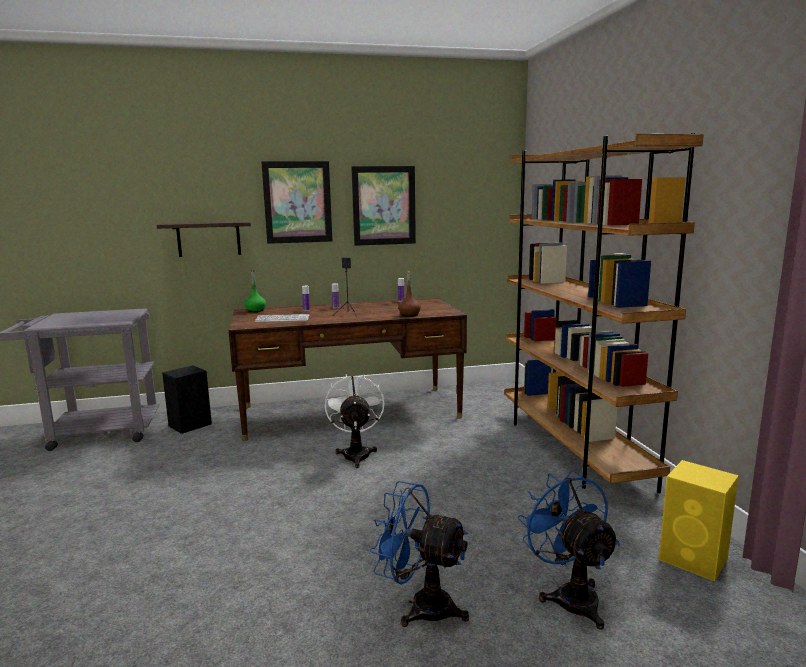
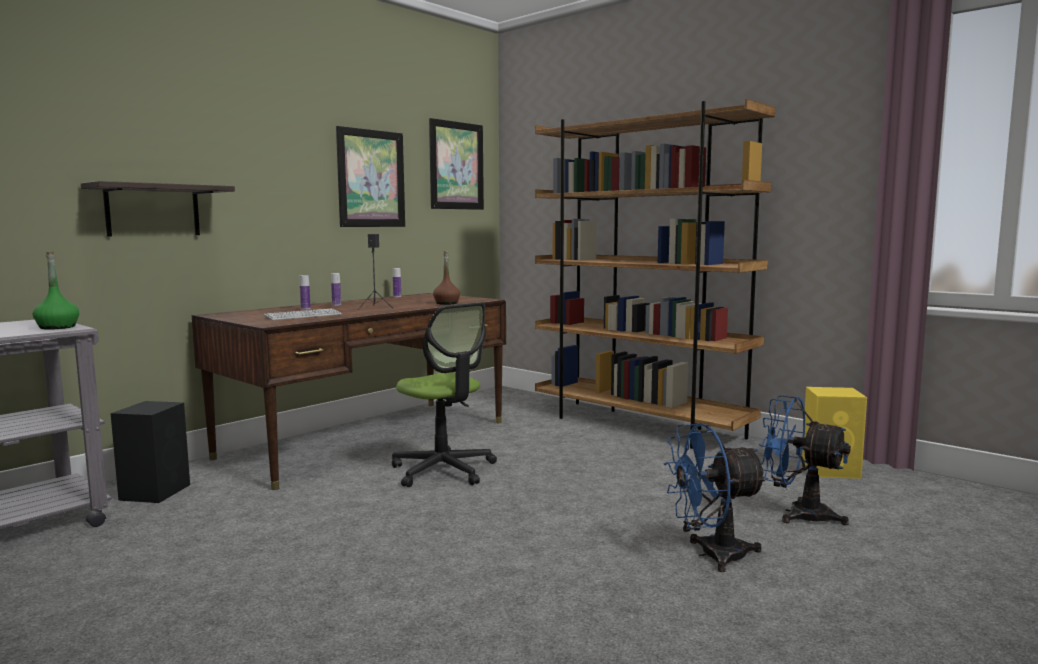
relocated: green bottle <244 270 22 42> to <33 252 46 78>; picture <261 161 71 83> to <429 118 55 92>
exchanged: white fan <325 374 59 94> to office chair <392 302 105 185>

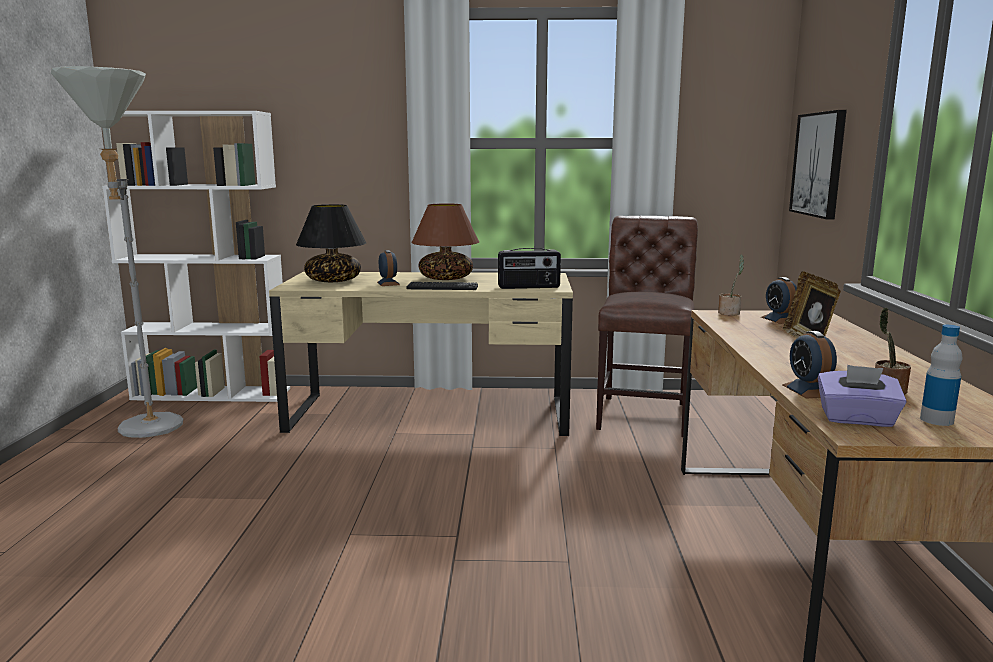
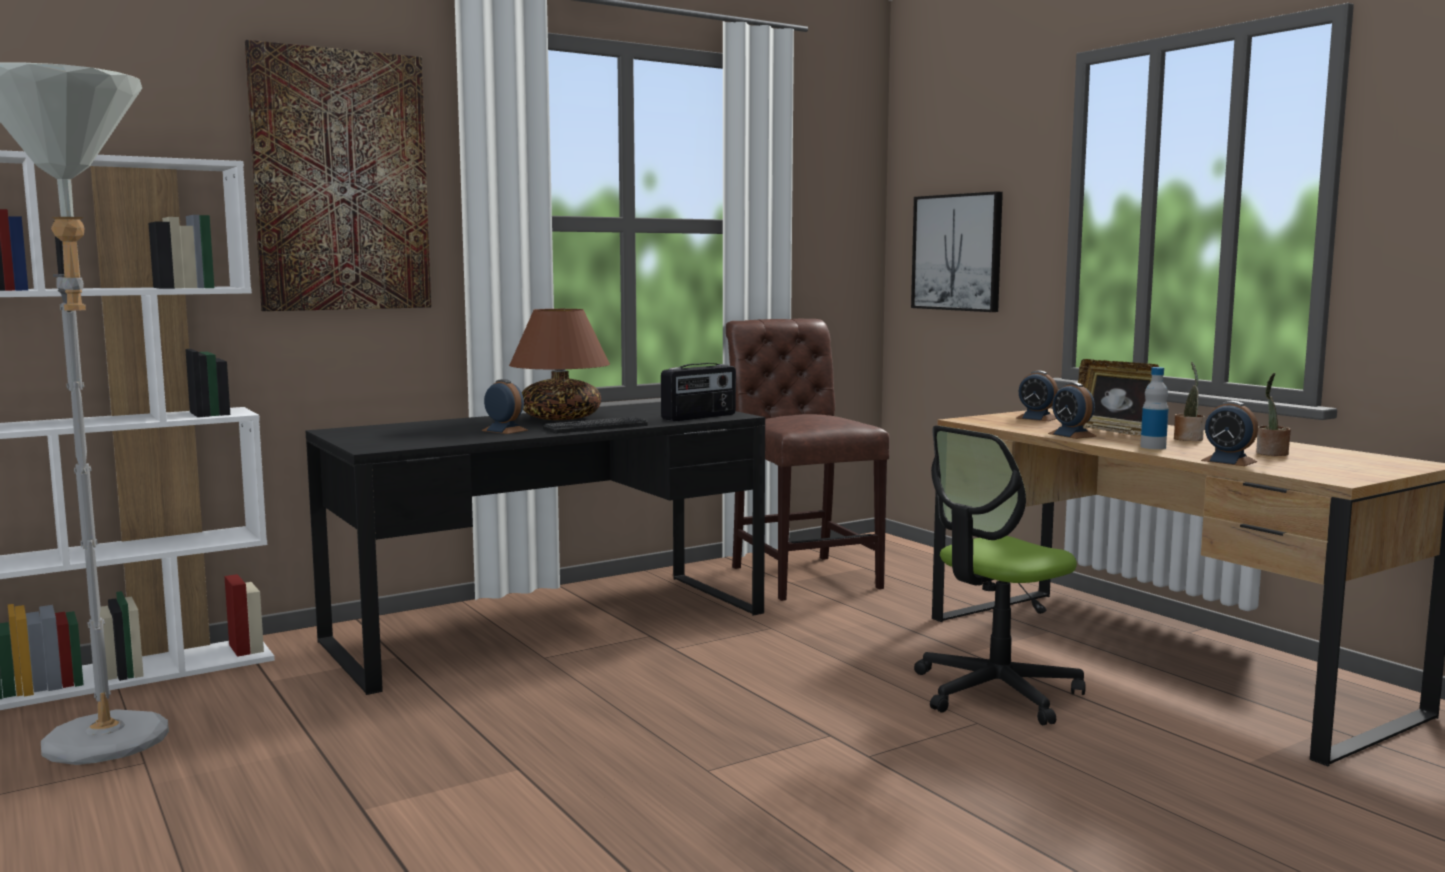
missing: black table lamp <296 204 71 78>; purple tissue box <818 365 89 62>
appeared: picture <245 40 186 271>; office chair <914 426 172 299>; alarm clock <1048 382 49 57>
relocated: bottle <920 325 43 101> to <1140 367 29 82>; potted plant <718 254 26 61> to <1174 362 31 79>
colour: beige desk <269 272 304 164> to black desk <305 403 460 292>

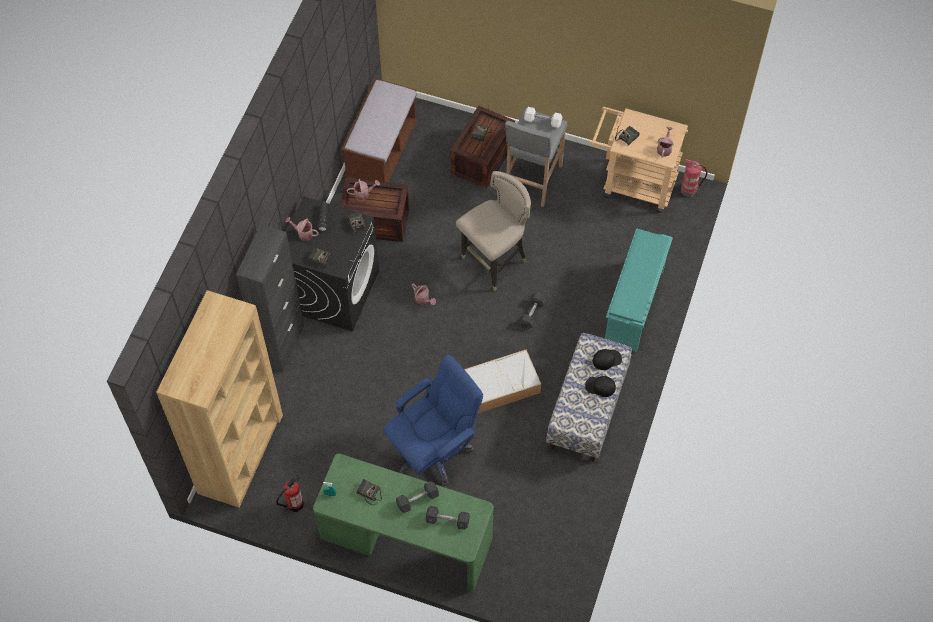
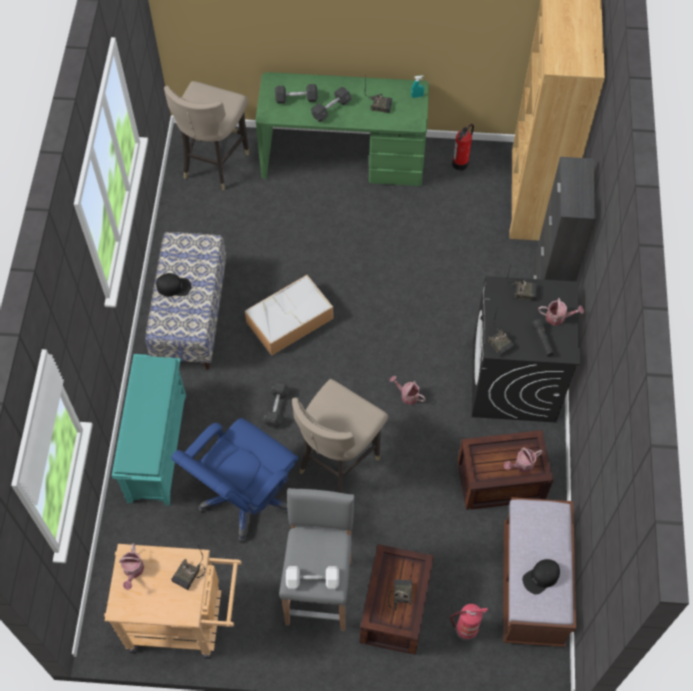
appeared: beige stool <164 81 85 109>
relocated: blue office chair <383 355 100 131> to <171 418 127 124>; fire extinguisher <681 159 26 38> to <450 604 38 37>; black cap <593 349 29 21> to <522 559 38 36>

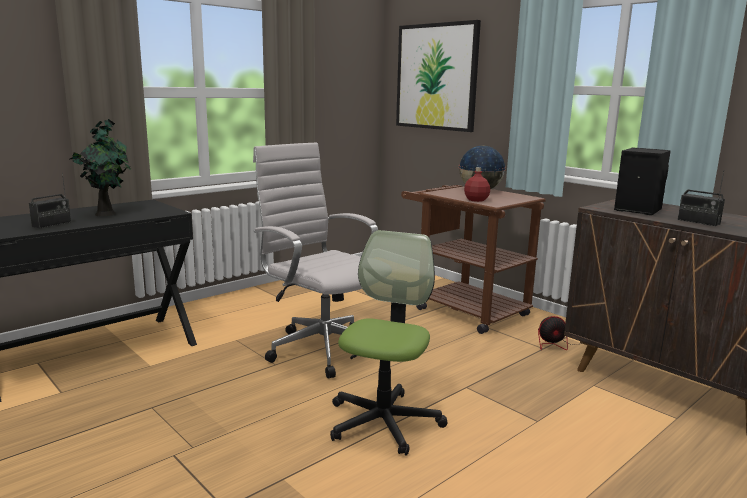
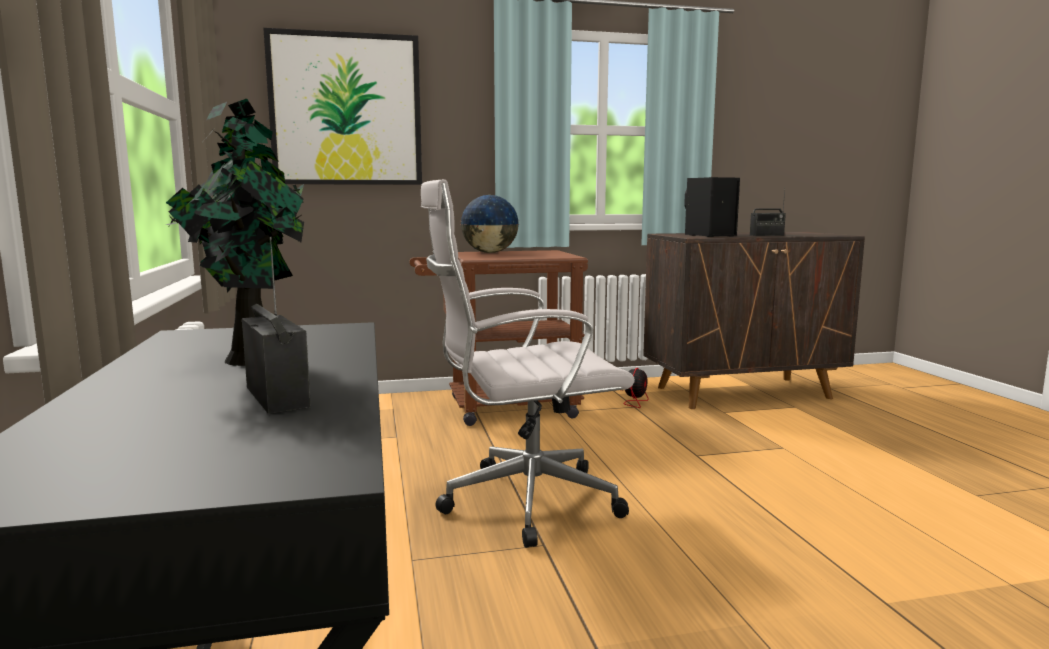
missing: office chair <330 230 118 226>; red bottle <464 167 26 35>

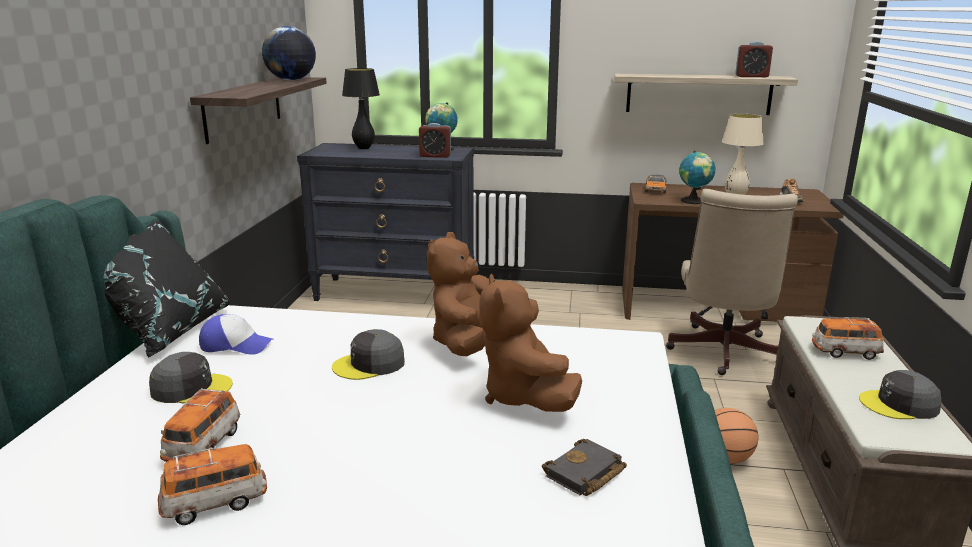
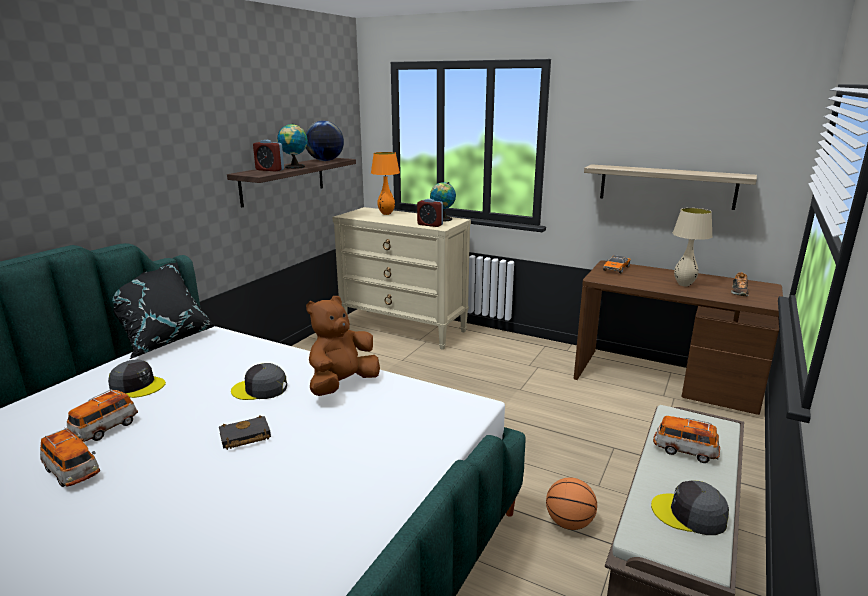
missing: cap <199 314 74 41>; brown plush toy <479 274 103 138>; beige office chair <666 189 132 186>
relocated: black book <542 439 85 57> to <219 415 52 35>; alarm clock <735 42 38 35> to <253 140 31 32>; globe <679 151 36 53> to <277 123 31 46>
colour: black dresser <297 143 177 158> to beige dresser <332 207 139 143>; black table lamp <342 68 38 81> to orange table lamp <371 152 29 63>
spun: toy car <158 444 109 81> = <40 428 60 59> 45 degrees clockwise

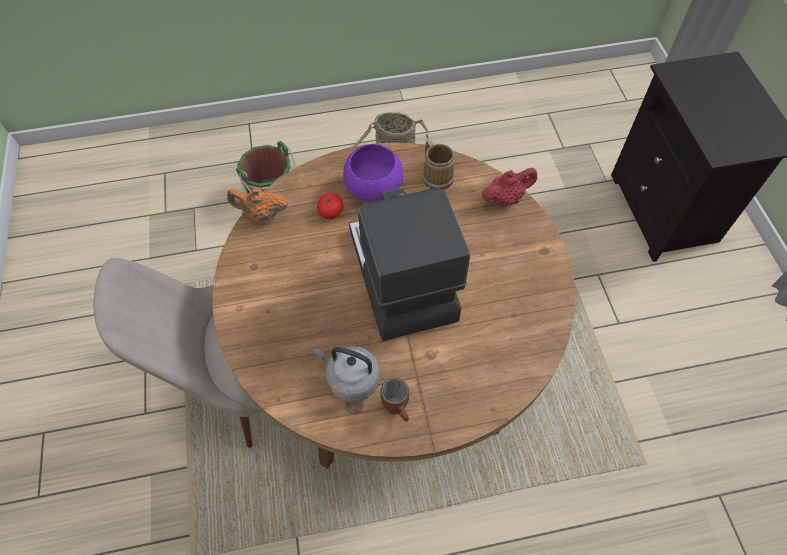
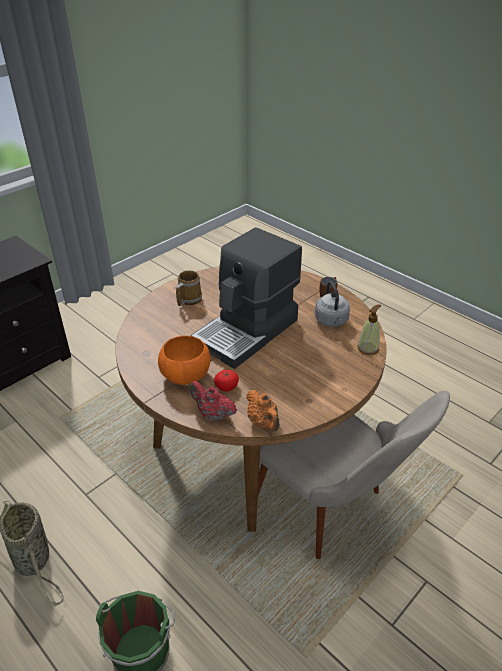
appeared: soap dispenser <358 304 24 51>
relocated: mug <422 138 33 52> to <176 270 26 36>; red teapot <482 168 55 38> to <190 381 47 40>
colour: purple bowl <343 144 60 59> to orange bowl <158 336 52 49>

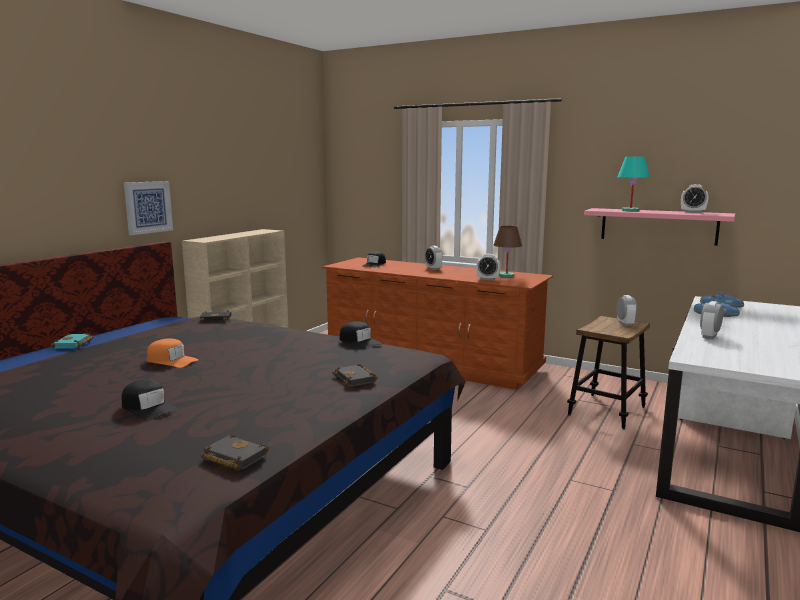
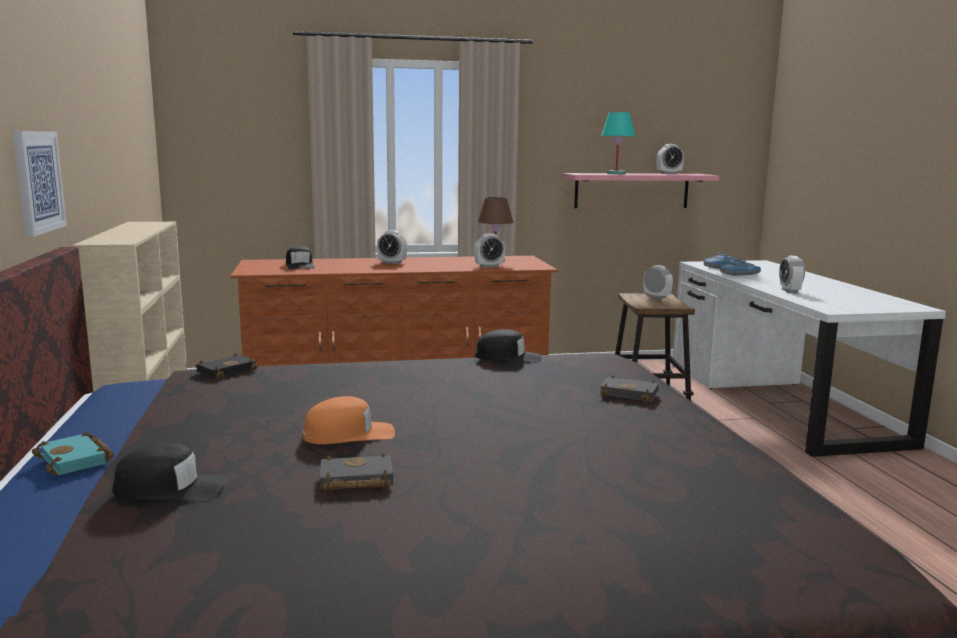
relocated: black cap <121 379 58 41> to <112 443 116 59>; black book <201 434 68 37> to <320 453 73 39>

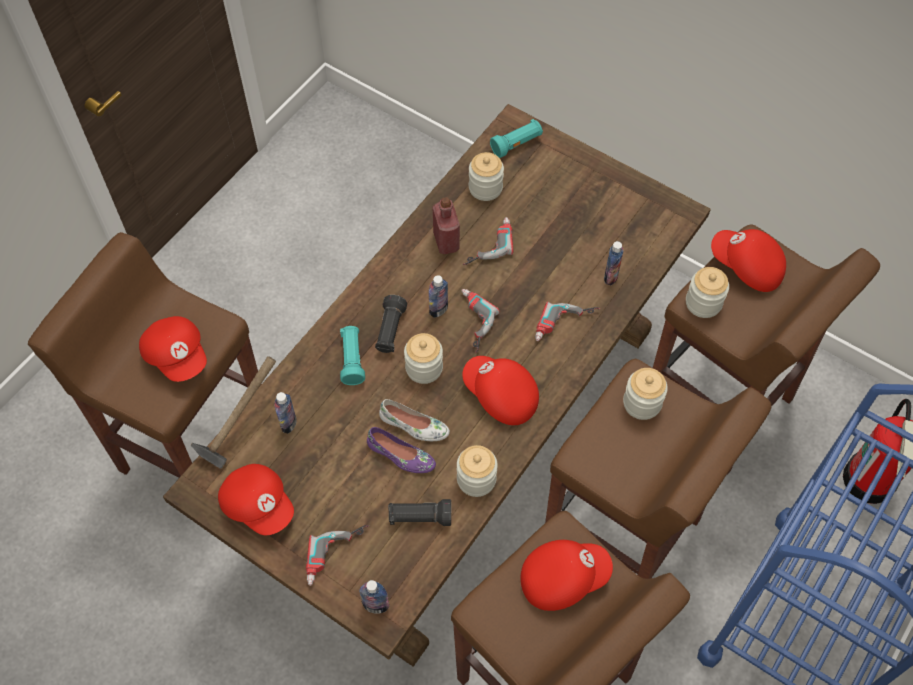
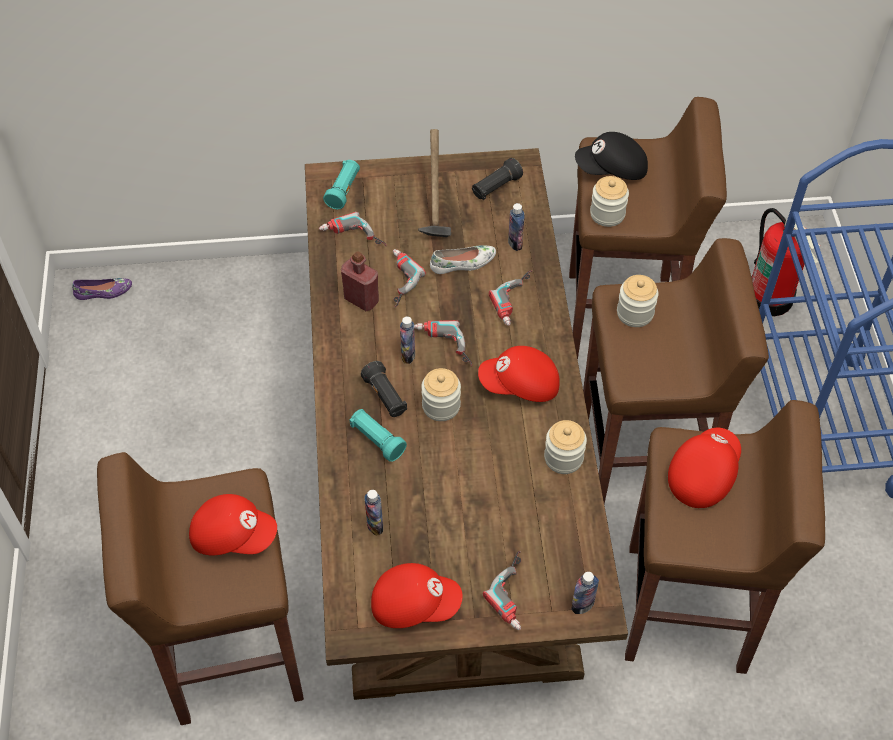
relocated: purple shoe <367 427 69 46> to <72 278 60 22>; hammer <191 356 85 113> to <418 129 33 108>; white shoe <379 399 71 42> to <430 245 66 29>; black flashlight <388 499 63 27> to <472 158 51 42>
exchanged: jar <469 152 35 49> to power drill <319 212 67 34>
colour: red cap <711 229 75 63> to black cap <575 132 73 48>

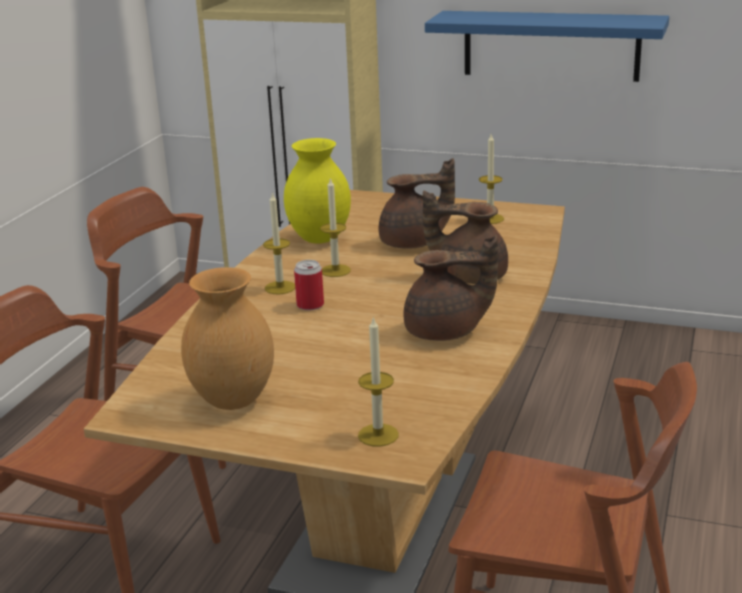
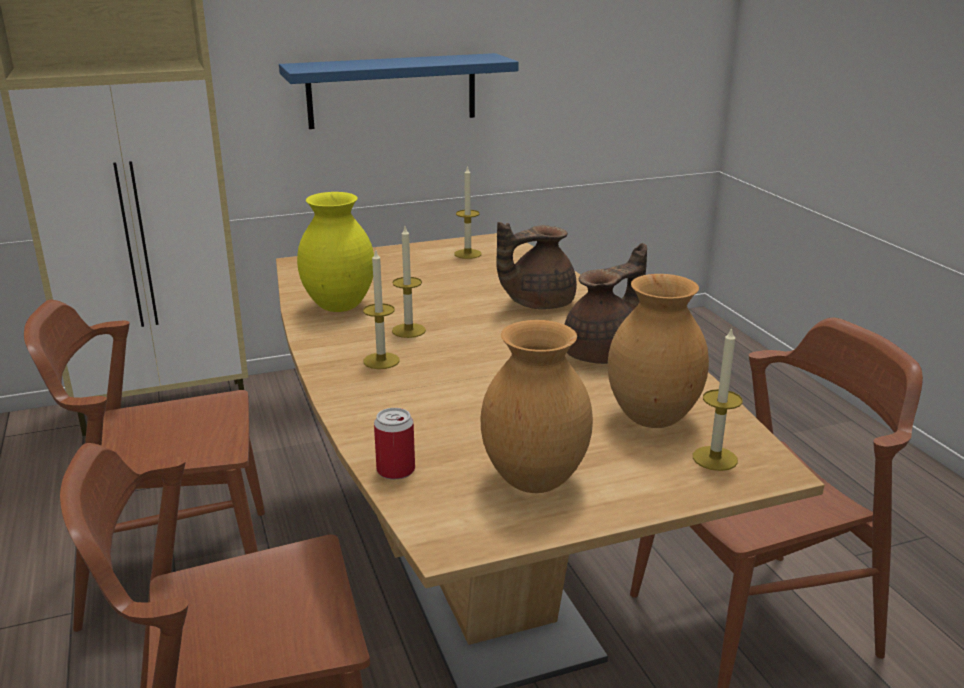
missing: brown teapot <379 158 76 91>
appeared: brown vase <608 274 101 154>
relocated: can <294 260 30 51> to <374 408 41 71>

